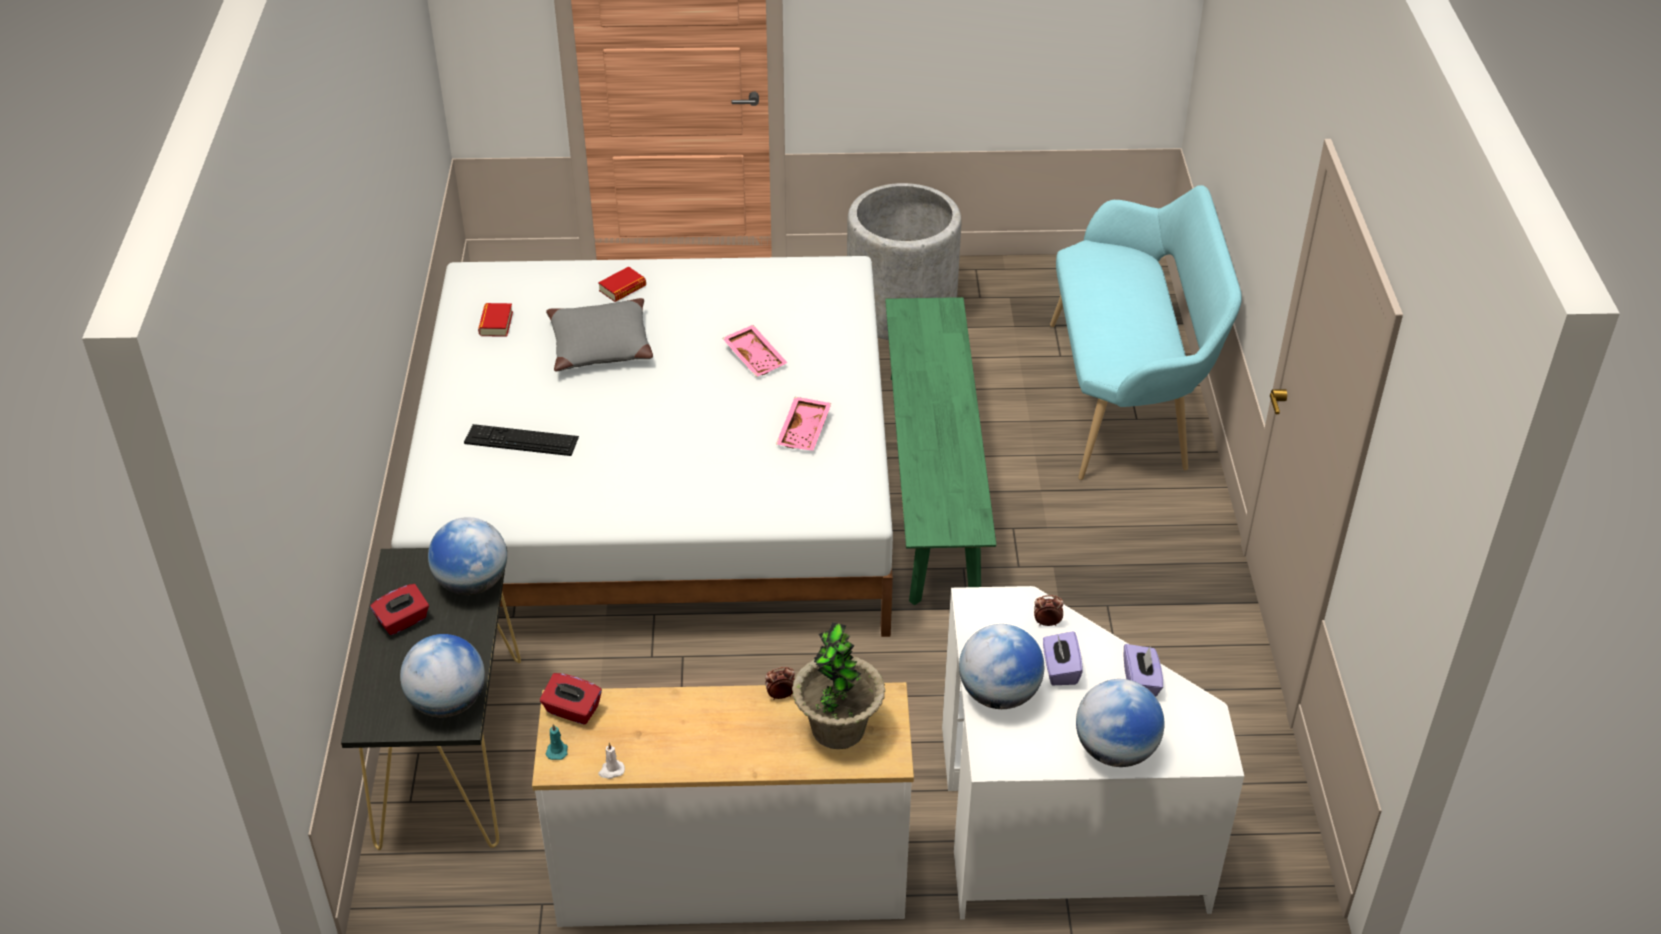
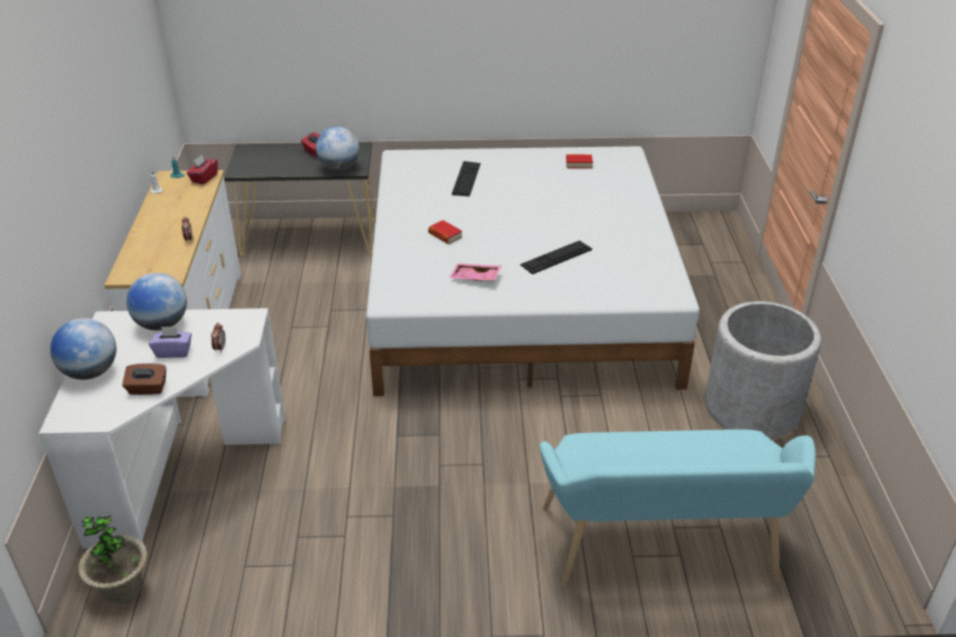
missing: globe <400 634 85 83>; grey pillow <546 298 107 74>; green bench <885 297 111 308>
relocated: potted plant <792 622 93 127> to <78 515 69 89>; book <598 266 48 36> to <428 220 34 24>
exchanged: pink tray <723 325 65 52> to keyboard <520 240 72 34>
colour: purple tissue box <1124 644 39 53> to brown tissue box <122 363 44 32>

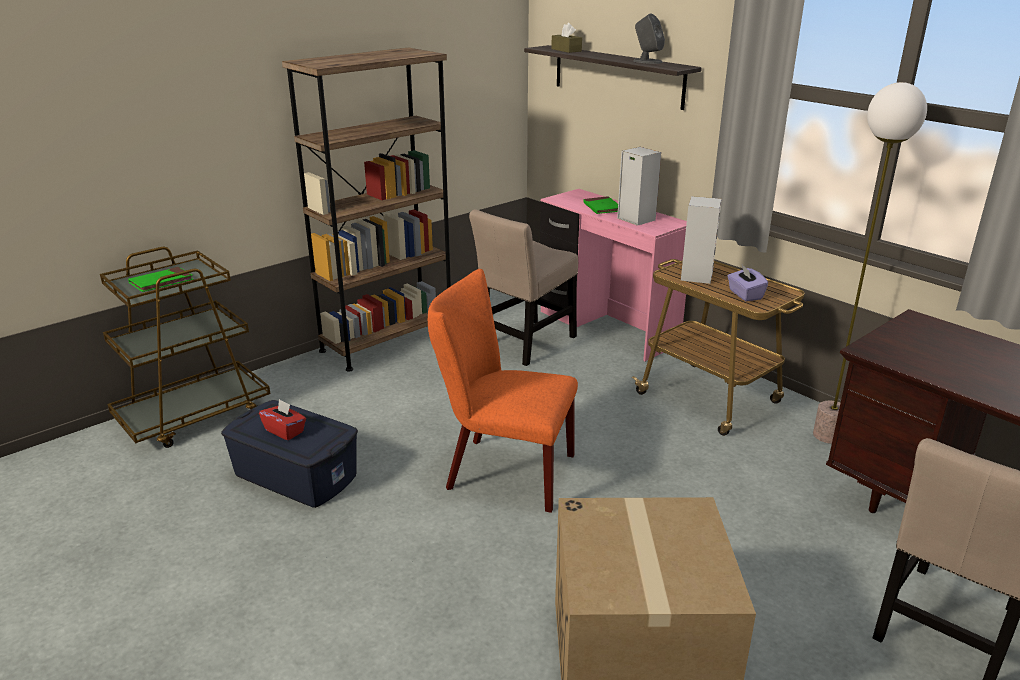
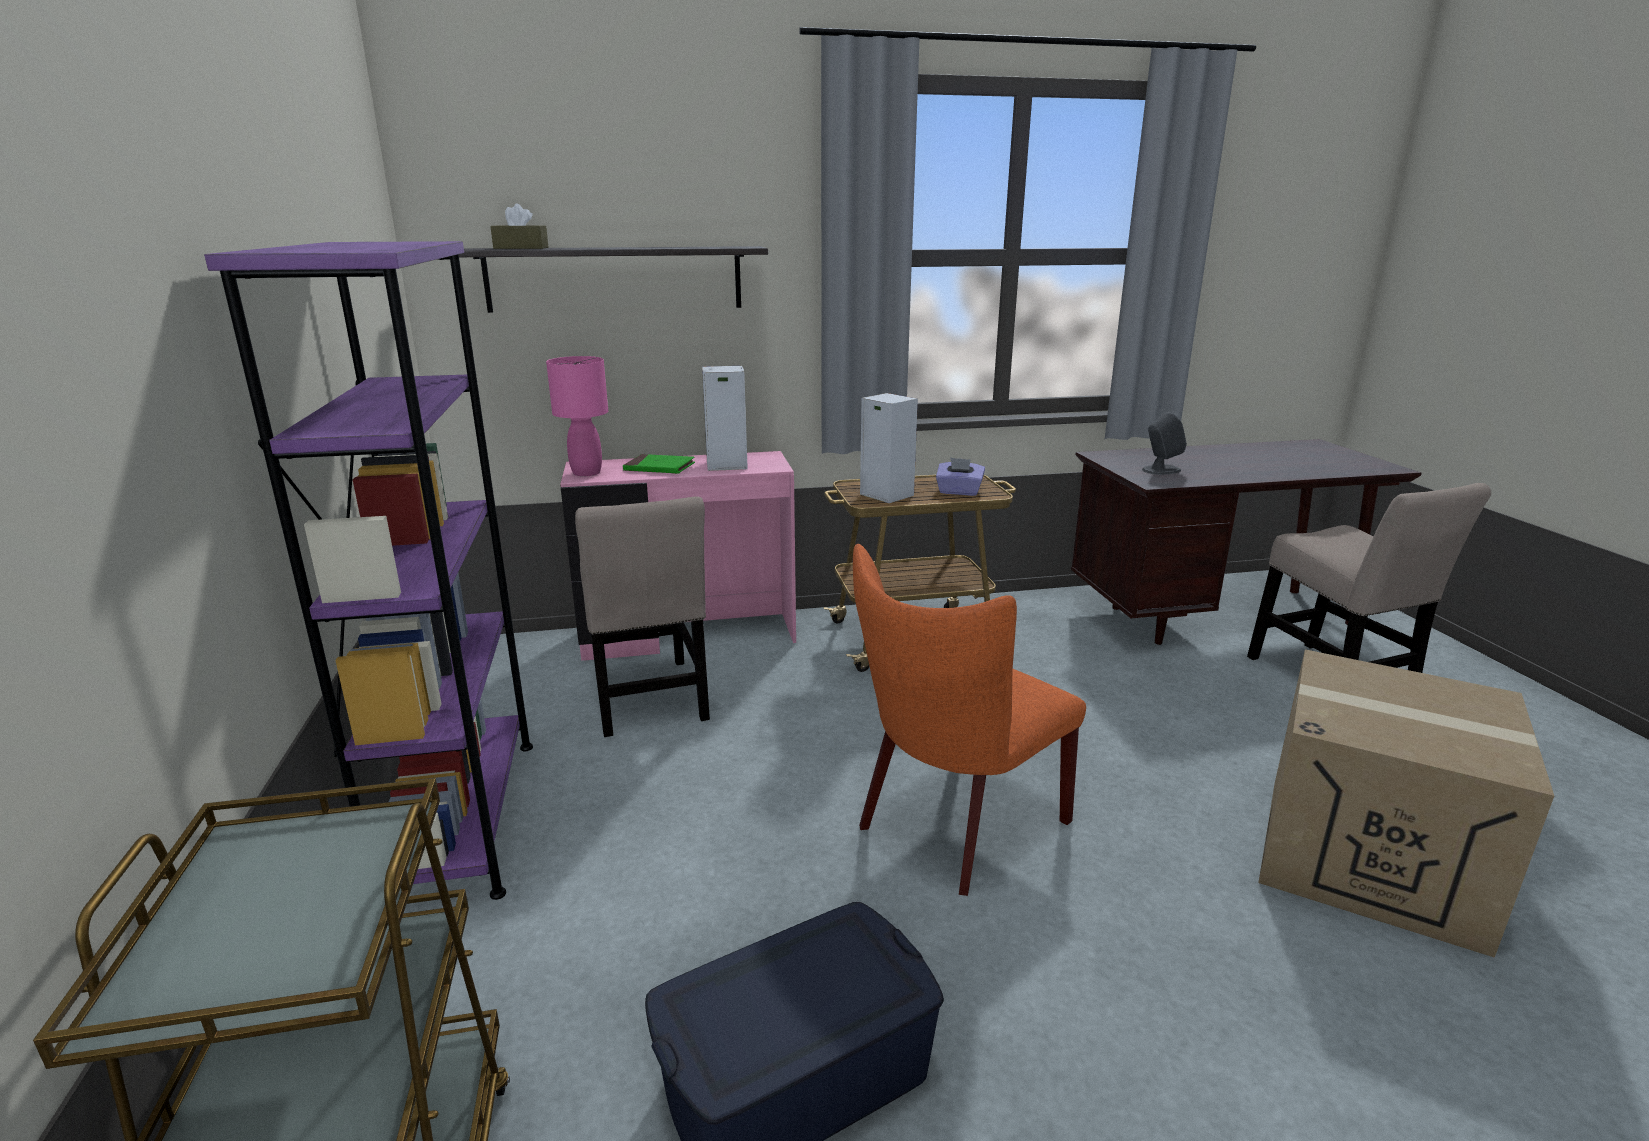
missing: green book <128 267 65 25>; red tissue box <259 399 47 41>; floor lamp <813 82 114 362>
appeared: pink table lamp <546 356 62 120>
relocated: grey speaker <633 14 32 50> to <1142 412 45 63>
colour: brown bookcase <282 48 169 324> to purple bookcase <204 241 329 659>

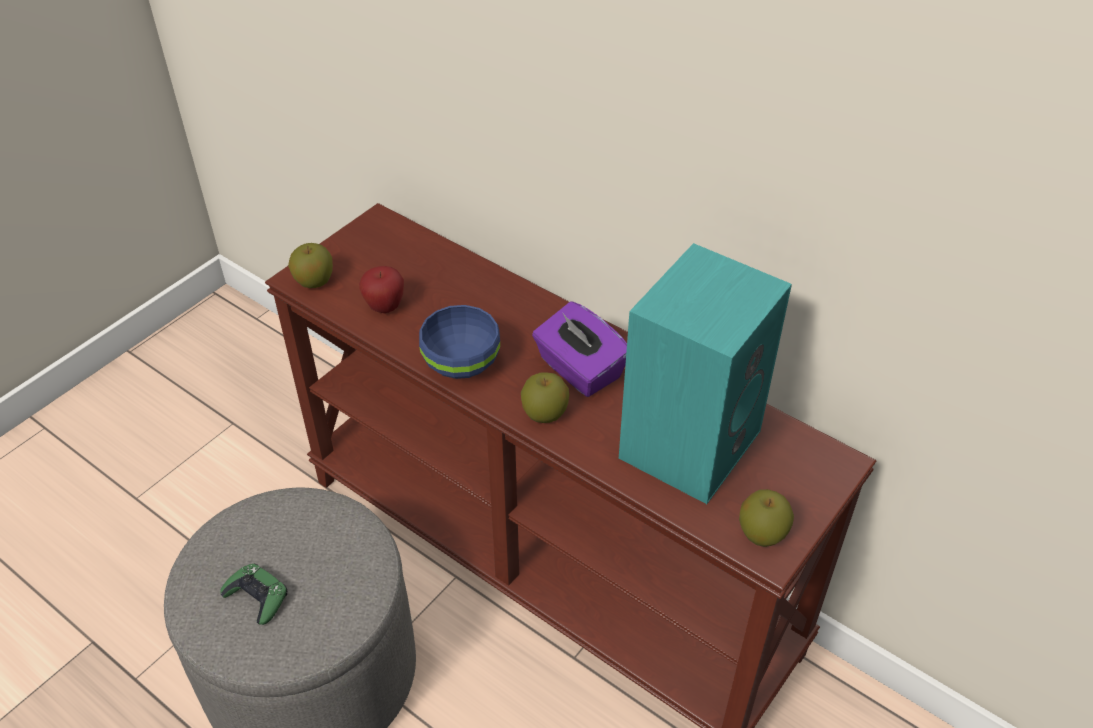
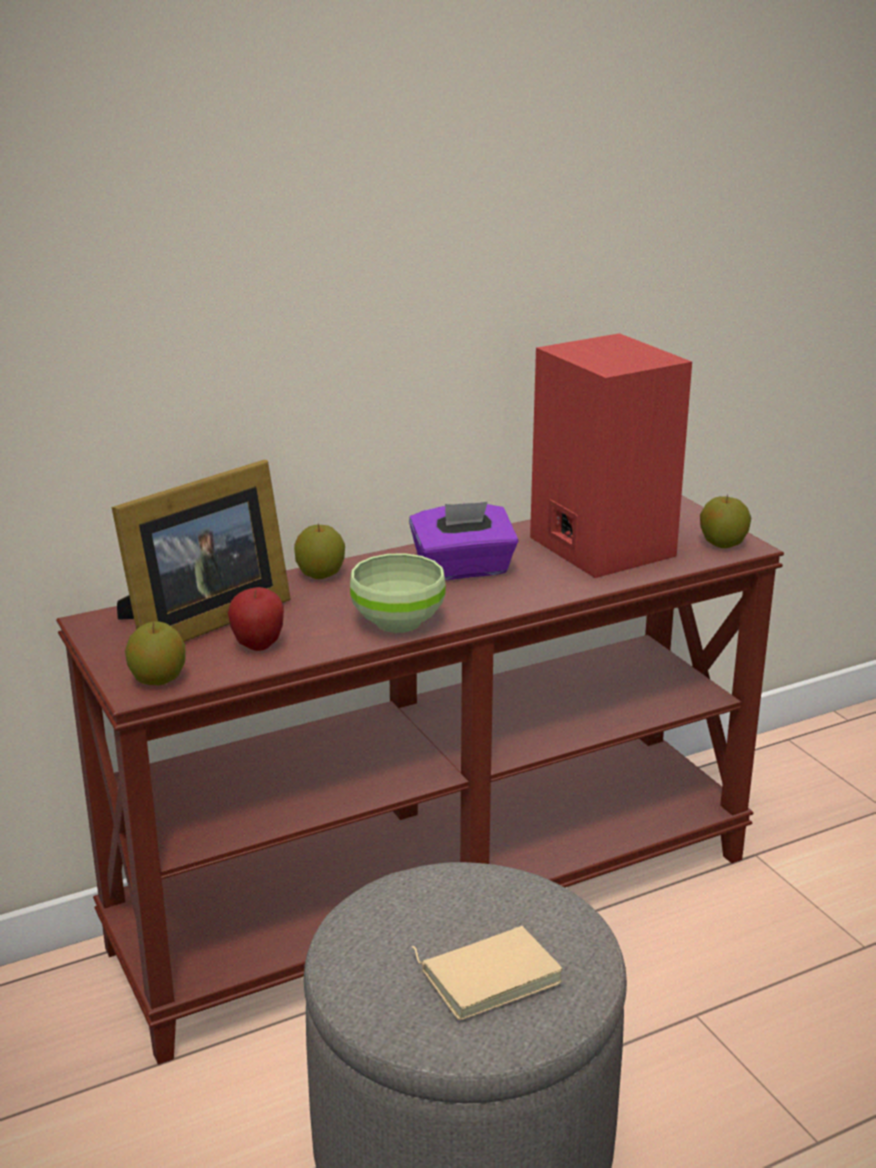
appeared: picture frame <112 460 179 182>
relocated: apple <521 372 48 51> to <294 523 51 56>
exchanged: green game controller <221 564 66 61> to beige book <411 926 152 94>
colour: blue bowl <419 305 81 74> to green bowl <350 553 96 80>; turquoise speaker <619 243 173 261> to red speaker <530 333 162 245>

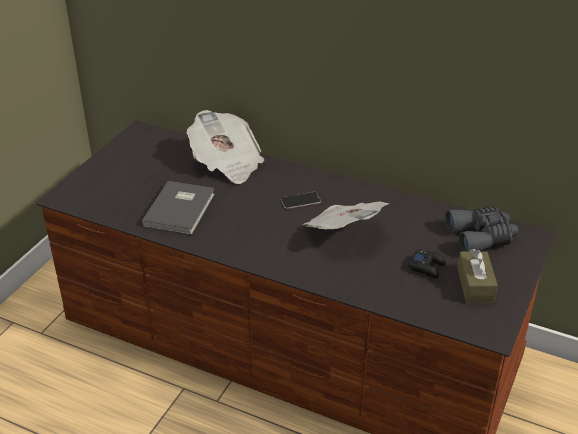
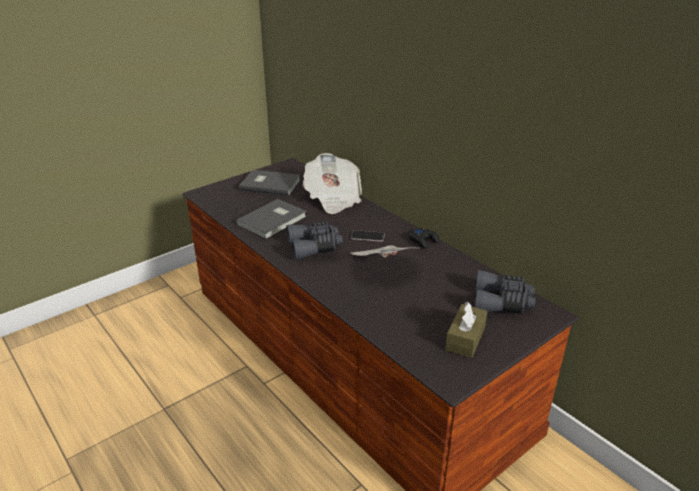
appeared: grey book <239 170 61 26>; grey binoculars <286 221 56 39>
relocated: black game controller <408 250 38 28> to <409 228 30 21>

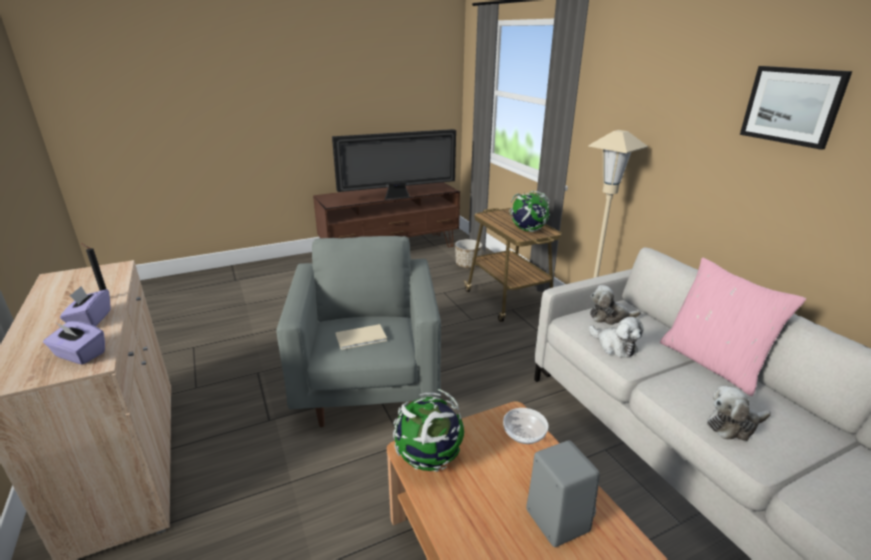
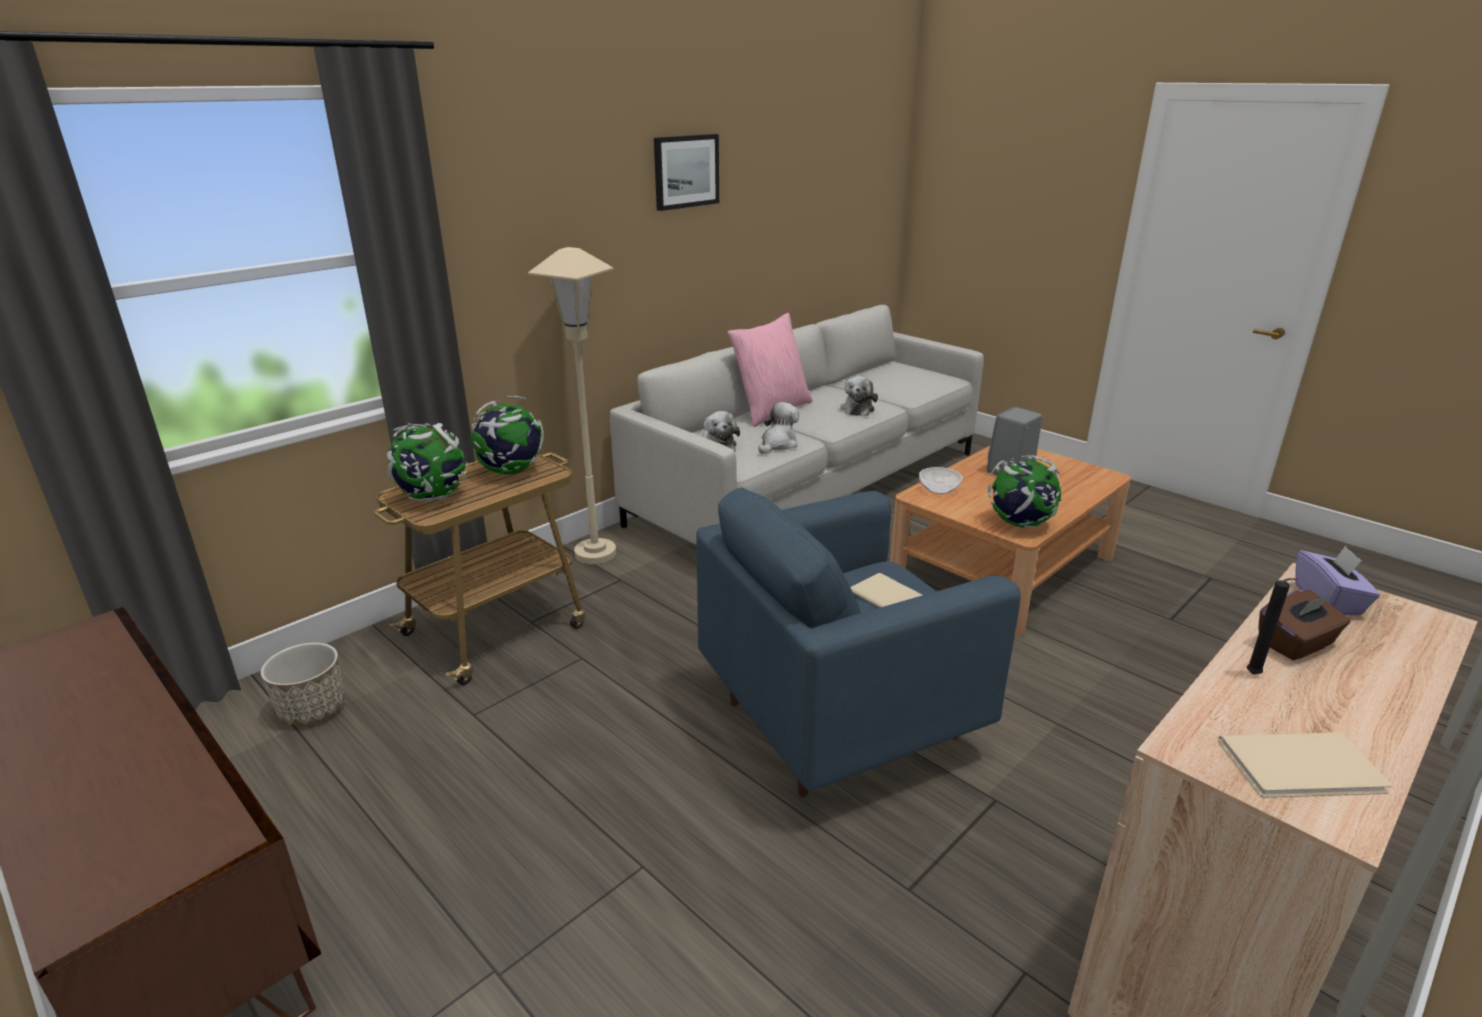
missing: television <332 129 124 71>
appeared: globe <387 423 81 79>; beige book <1218 732 174 66>
colour: grey armchair <277 236 164 191> to blue armchair <696 487 325 310>; purple tissue box <60 286 50 40> to brown tissue box <1259 590 91 70>
spun: plush toy <707 386 64 55> = <840 376 38 40> 45 degrees clockwise

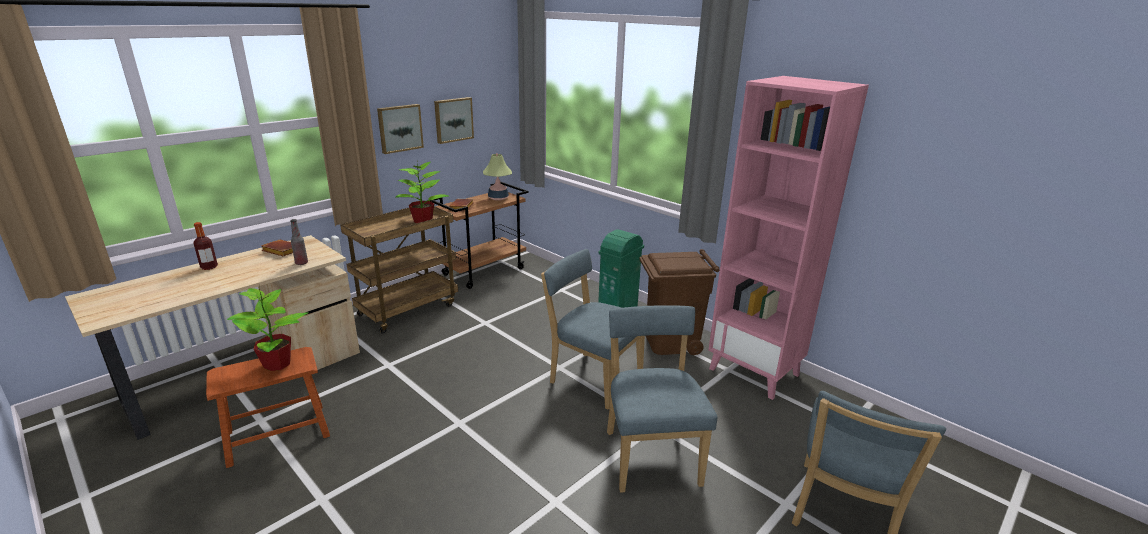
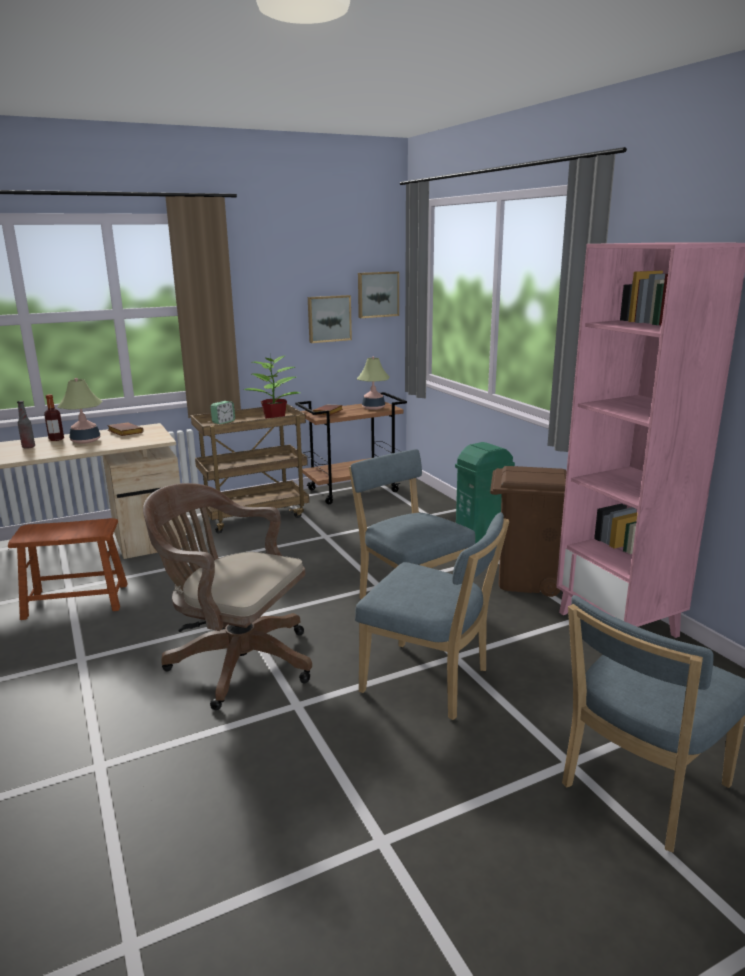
missing: potted plant <227 288 81 83>
appeared: table lamp <57 378 45 66>; brown office chair <143 483 169 227>; alarm clock <210 401 25 23>
relocated: bottle <290 219 18 46> to <17 401 18 48>; picture <377 104 47 50> to <358 271 41 47>
spun: blue chair <607 305 111 188> = <355 512 154 208> 105 degrees clockwise

